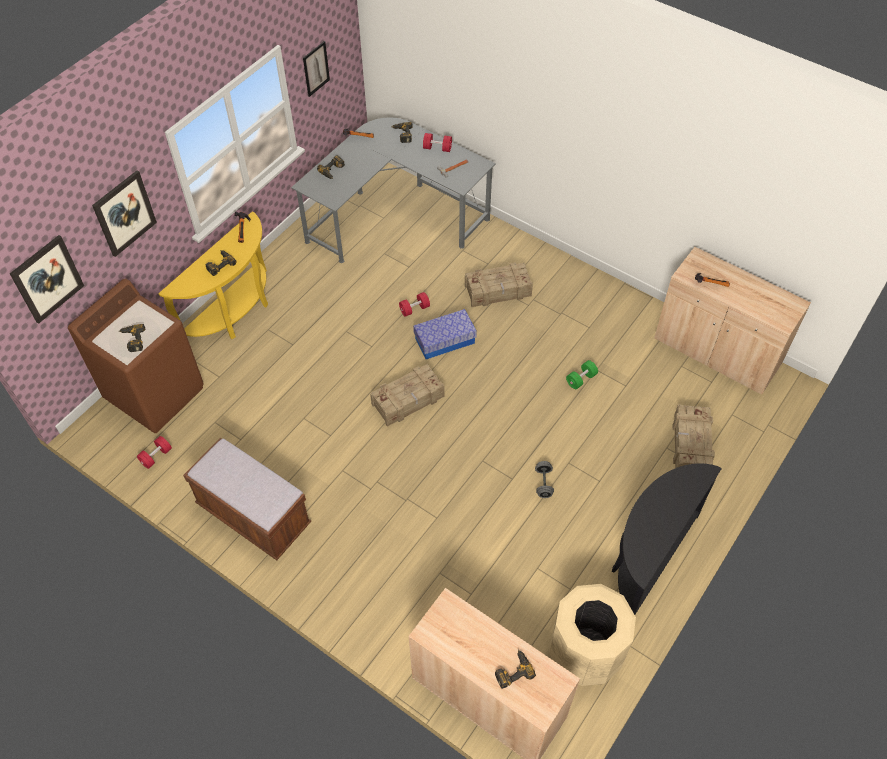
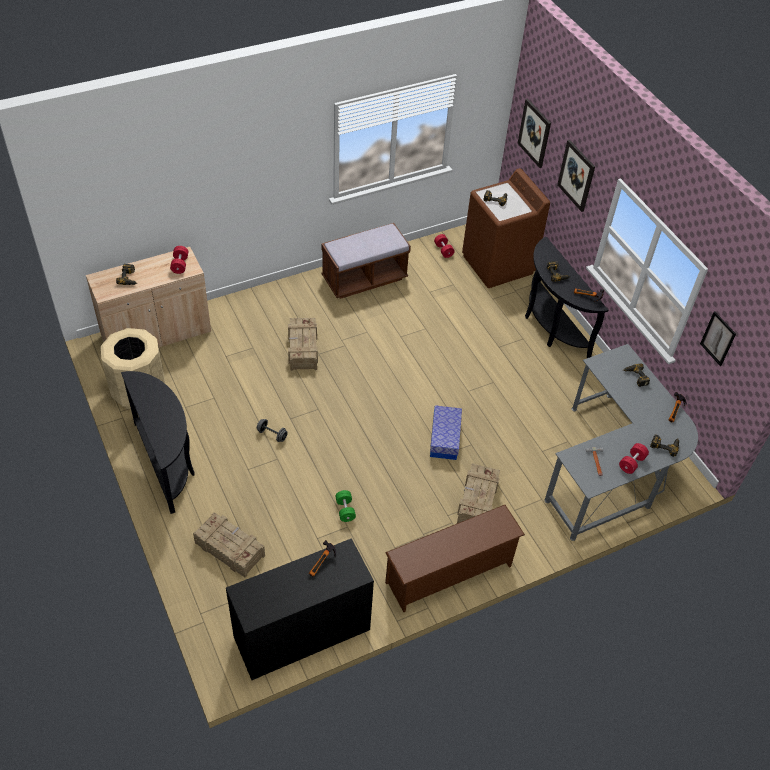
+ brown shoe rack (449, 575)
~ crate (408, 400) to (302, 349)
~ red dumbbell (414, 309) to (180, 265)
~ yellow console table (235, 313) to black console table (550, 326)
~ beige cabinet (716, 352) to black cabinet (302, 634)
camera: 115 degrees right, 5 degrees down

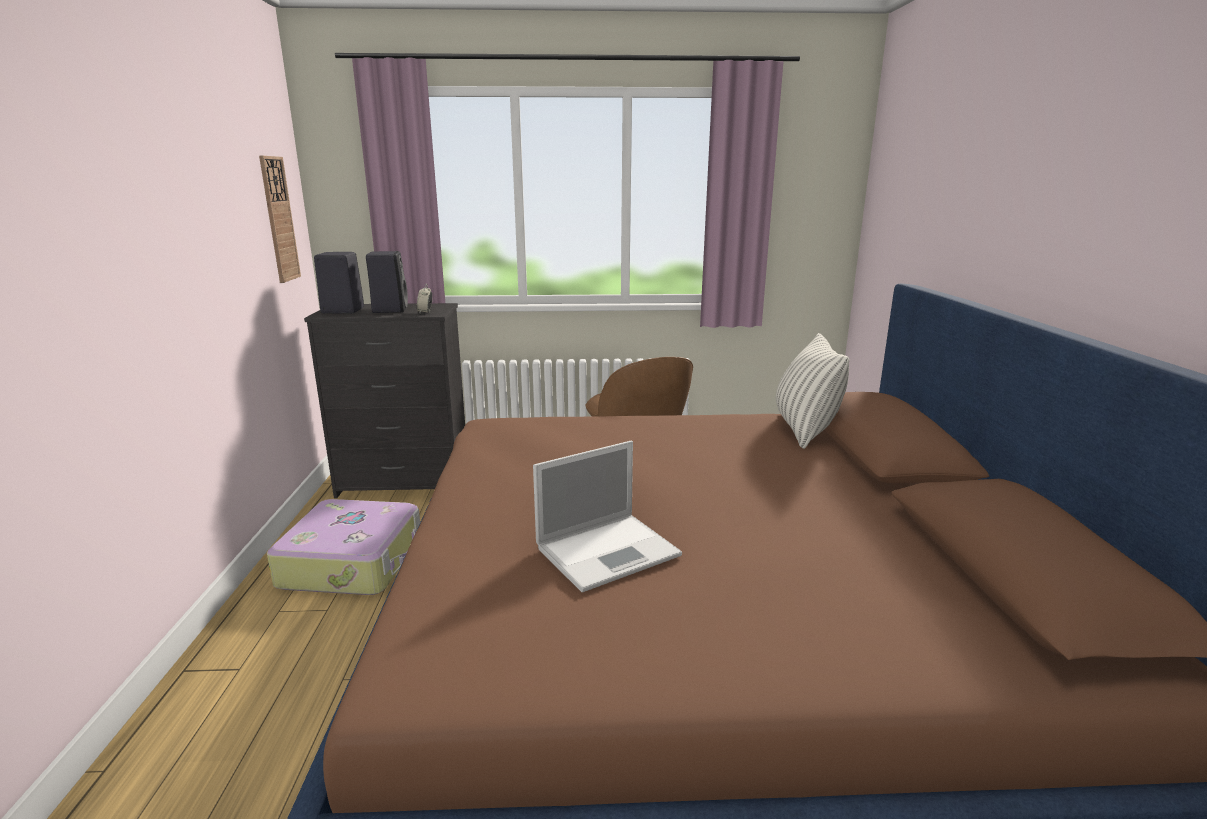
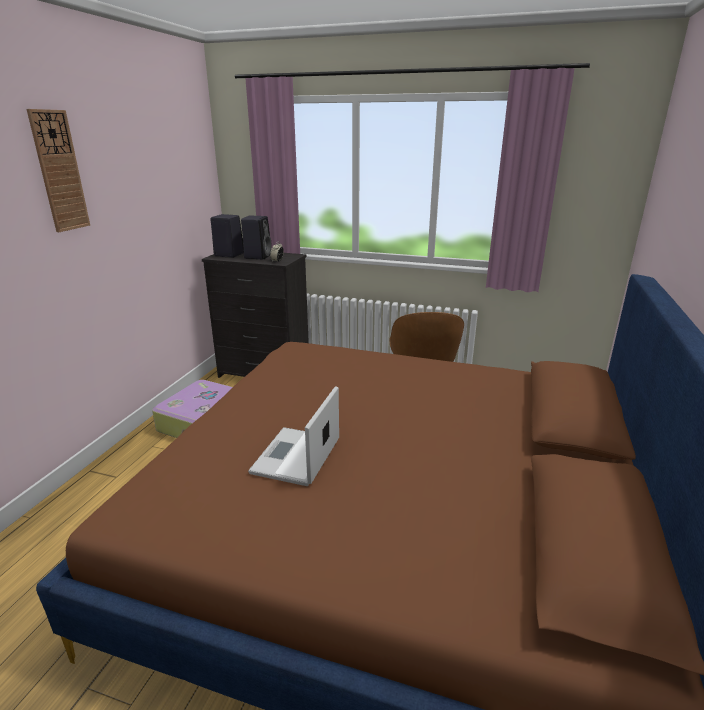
- pillow (804, 430)
~ wall clock (279, 219) to (59, 171)
~ laptop (610, 550) = (296, 457) 120 degrees clockwise
camera: 20 degrees right, 5 degrees up

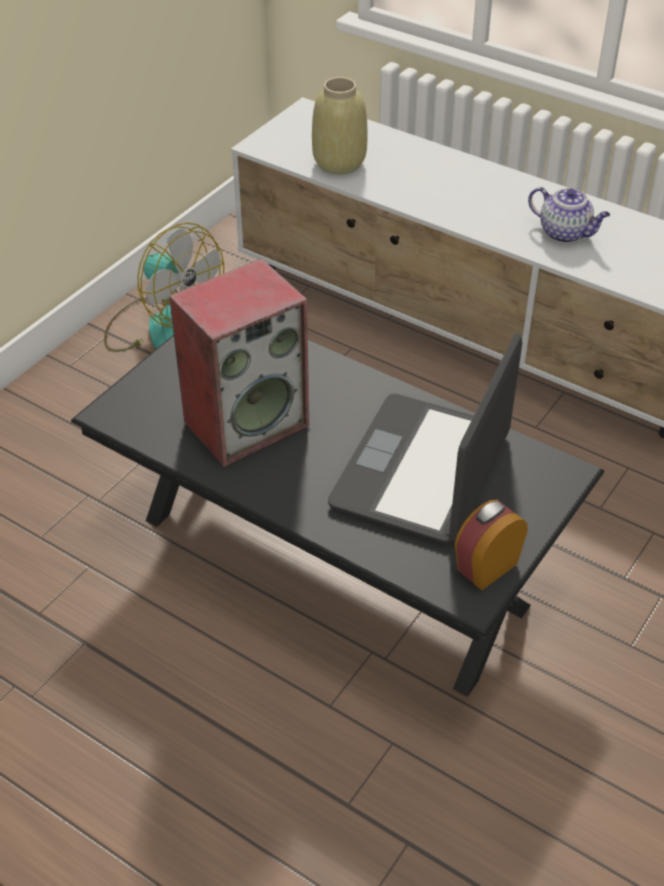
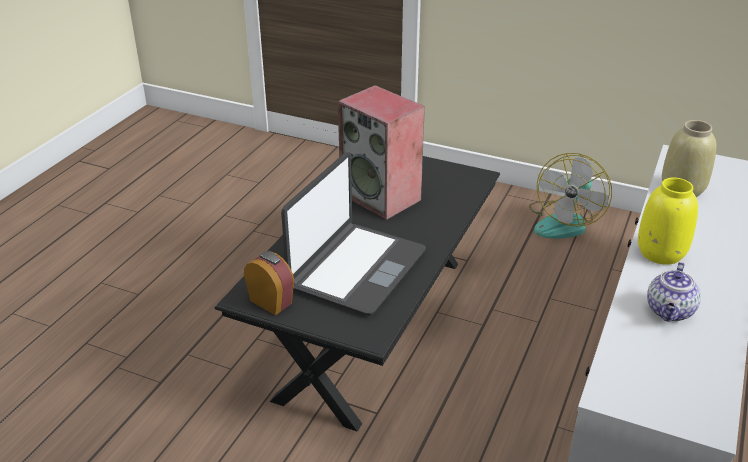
+ yellow vase (661, 252)
~ laptop (423, 470) = (356, 269) 105 degrees clockwise
camera: 80 degrees right, 10 degrees down

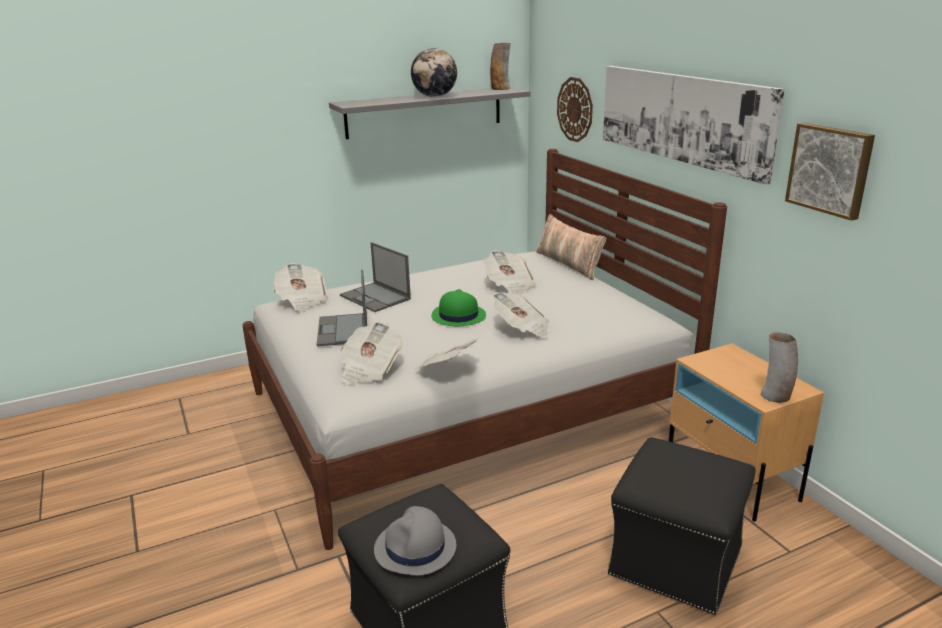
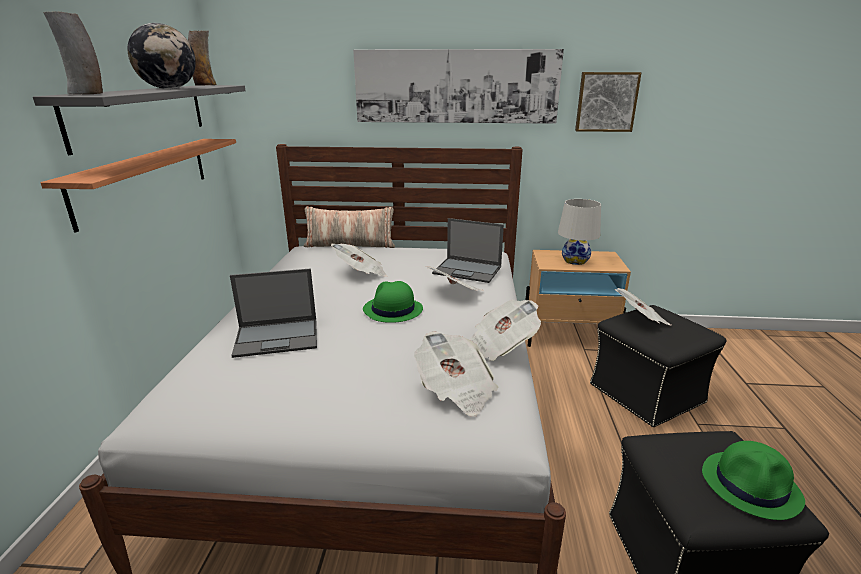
- wall clock (575, 109)
+ shelf (145, 178)
+ white table lamp (575, 261)
~ newspaper (302, 300) to (640, 320)
~ laptop (343, 330) to (468, 270)
~ vase (775, 396) to (86, 93)
~ grey hat (415, 548) to green hat (751, 485)
camera: 60 degrees left, 0 degrees up

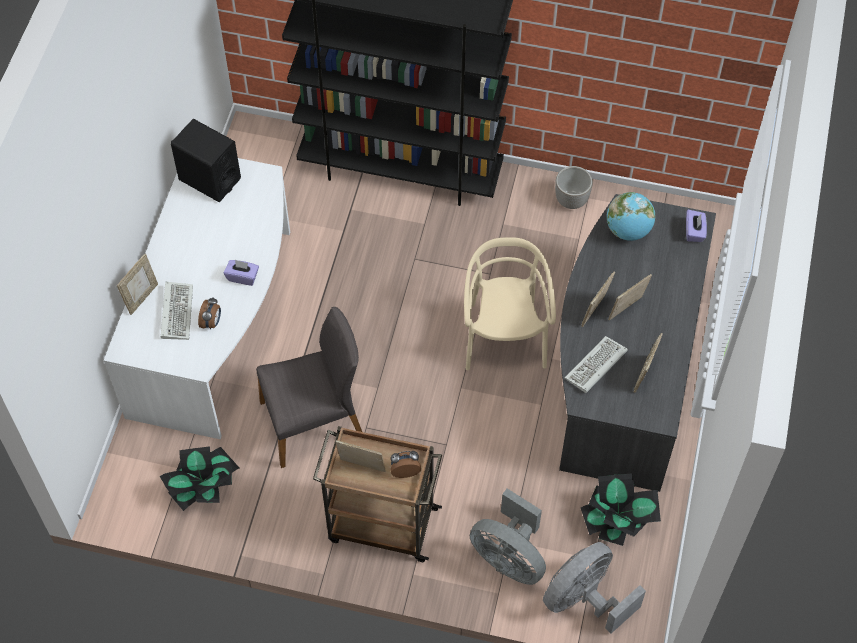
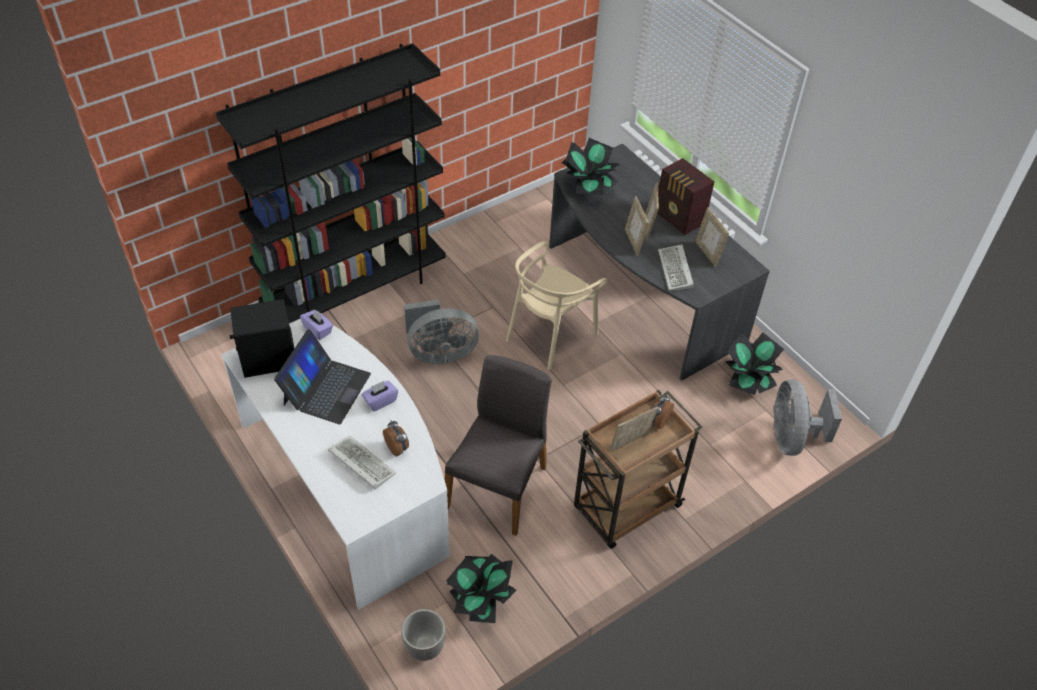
- picture frame (141, 297)
+ laptop (326, 389)
+ radio (679, 219)
~ grey fan (509, 557) to (439, 353)
~ planter (571, 200) to (424, 647)
~ purple tissue box (694, 232) to (318, 330)
~ globe (628, 230) to potted plant (589, 186)
~ beige chair (504, 337) = (550, 335) 90 degrees counterclockwise
camera: 50 degrees left, 10 degrees down

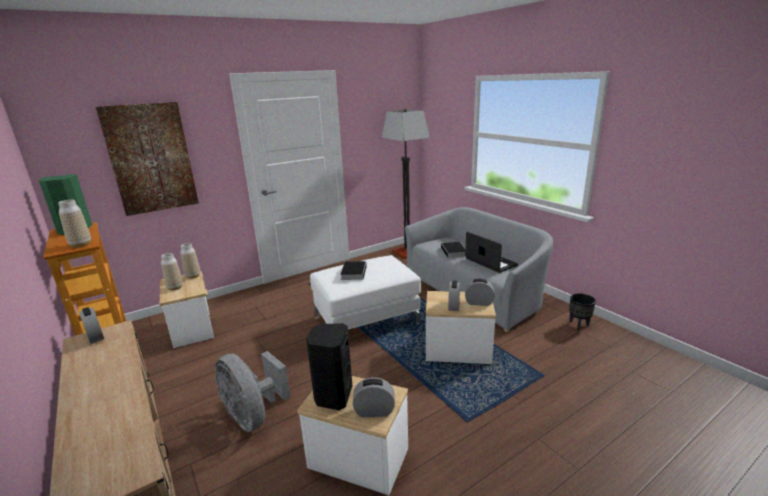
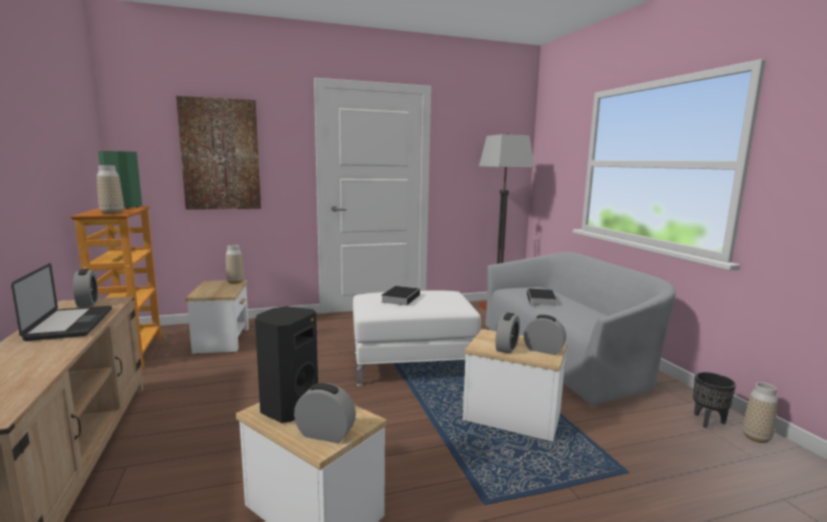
- grey fan (253, 415)
~ vase (175, 287) to (756, 437)
~ laptop (490, 262) to (70, 324)
camera: 15 degrees right, 10 degrees down

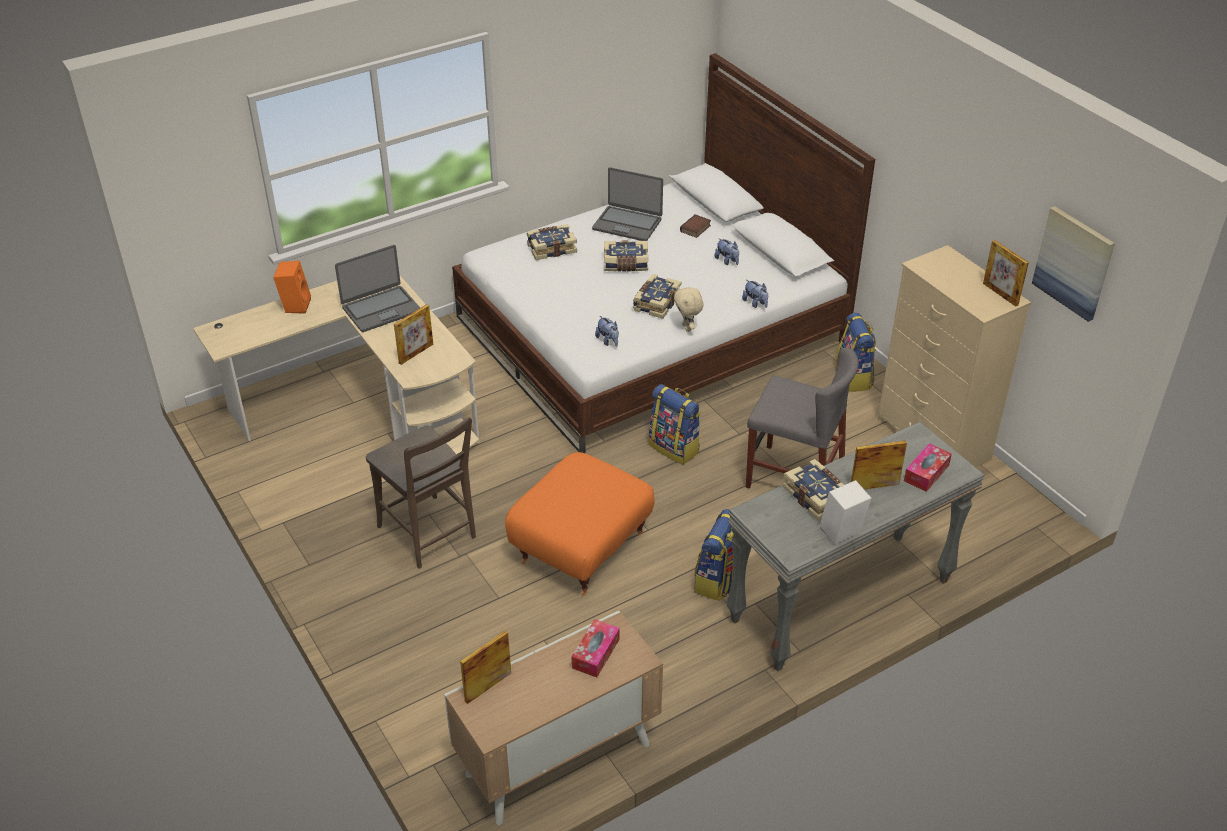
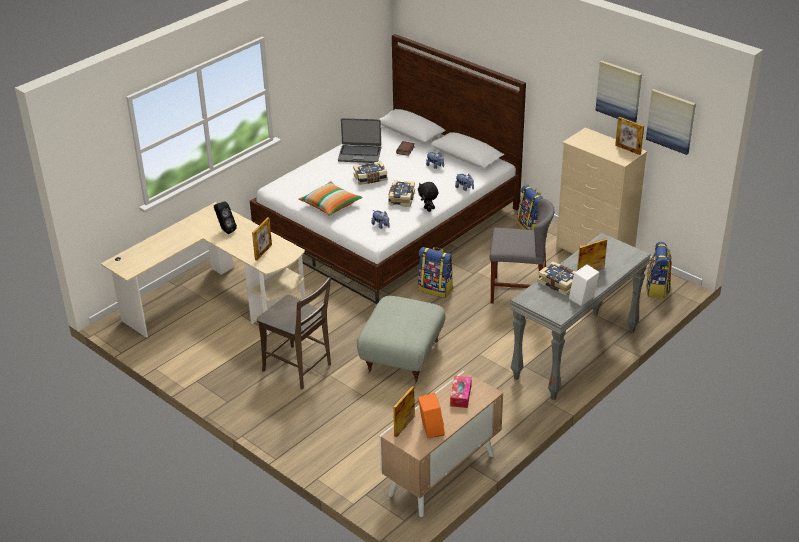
- book (551, 248)
- tissue box (926, 473)
+ pillow (330, 205)
+ picture (619, 92)
~ orange speaker (295, 305) to (430, 429)
~ backpack (717, 581) to (657, 288)
~ laptop (381, 309) to black speaker (225, 230)
~ orange ottoman (581, 547) to grey ottoman (401, 356)
~ beige plush toy (687, 328) to black plush toy (428, 209)
camera: 15 degrees left, 5 degrees down

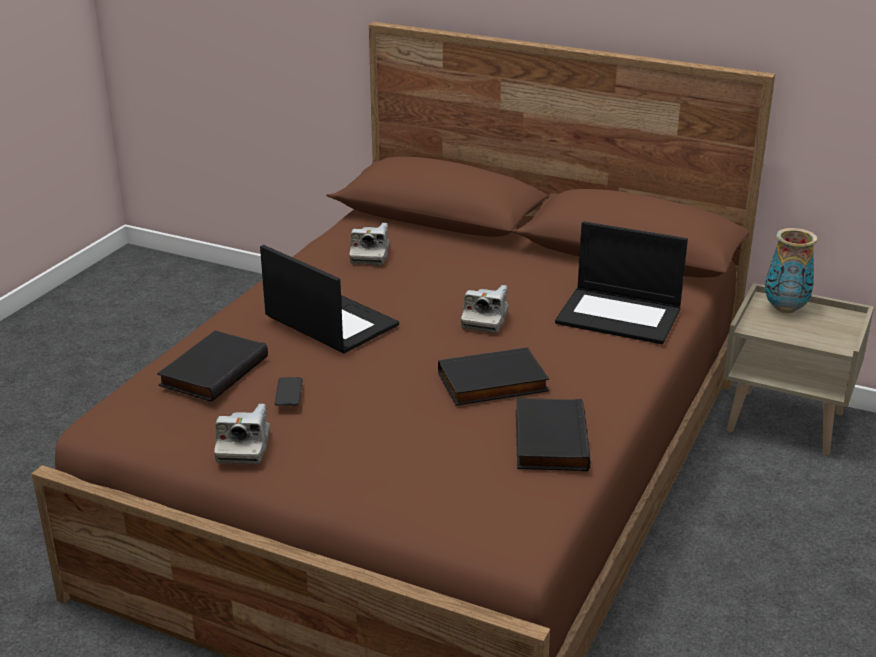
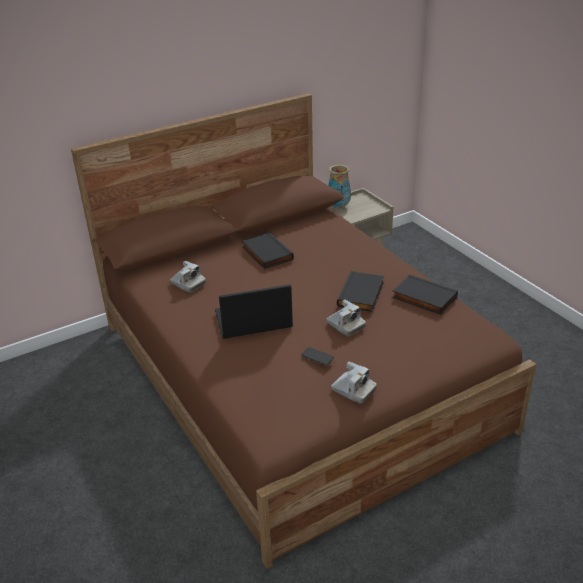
- laptop (620, 316)
~ black book (212, 370) to (266, 253)
~ photo camera (485, 320) to (345, 325)
camera: 55 degrees left, 5 degrees up

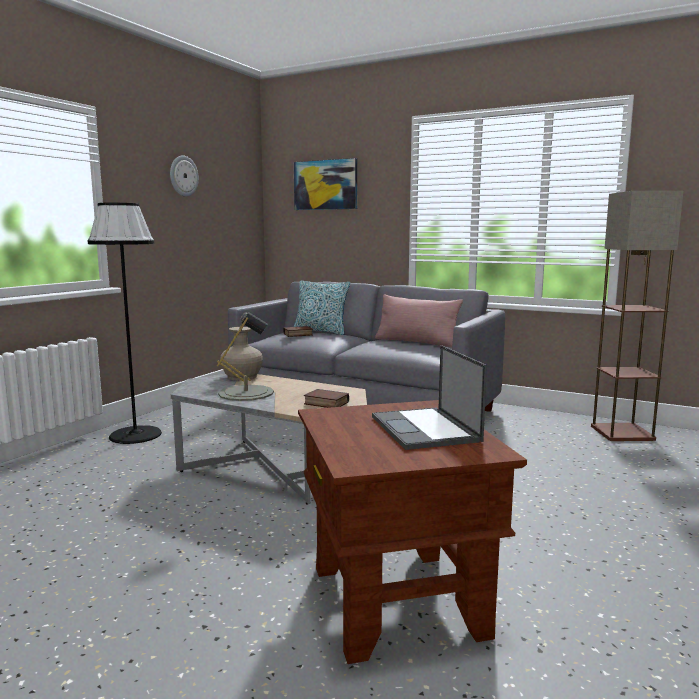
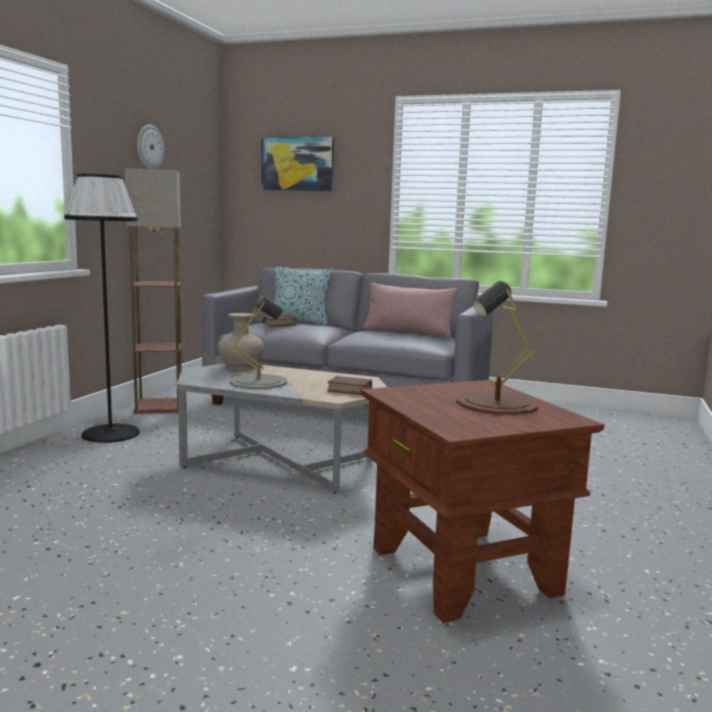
~ floor lamp (622, 432) to (160, 406)
~ laptop (425, 429) to brown table lamp (497, 403)
camera: 10 degrees left, 0 degrees up

